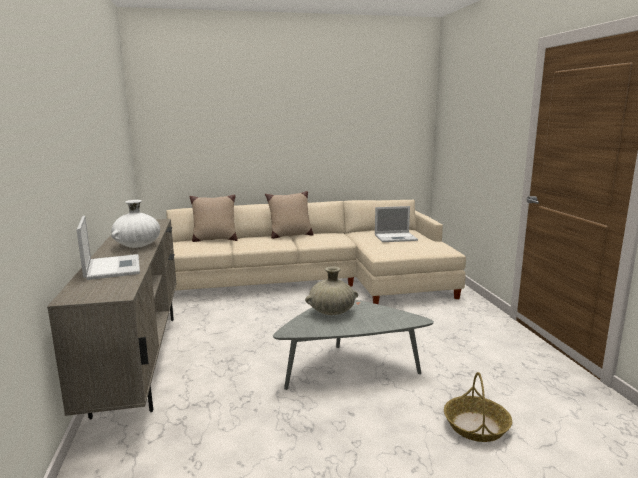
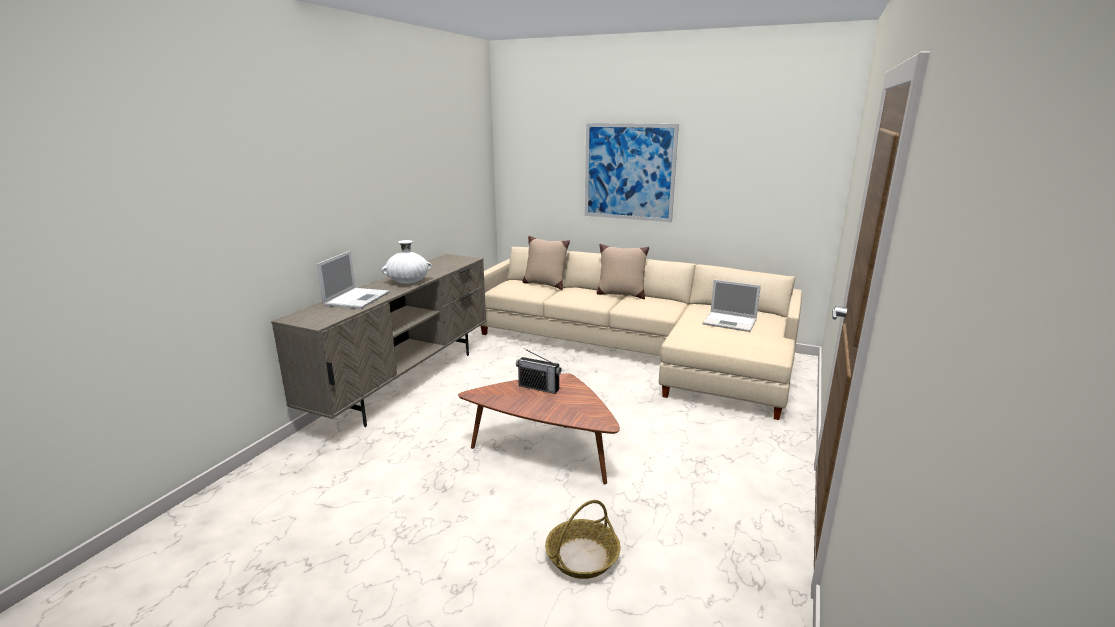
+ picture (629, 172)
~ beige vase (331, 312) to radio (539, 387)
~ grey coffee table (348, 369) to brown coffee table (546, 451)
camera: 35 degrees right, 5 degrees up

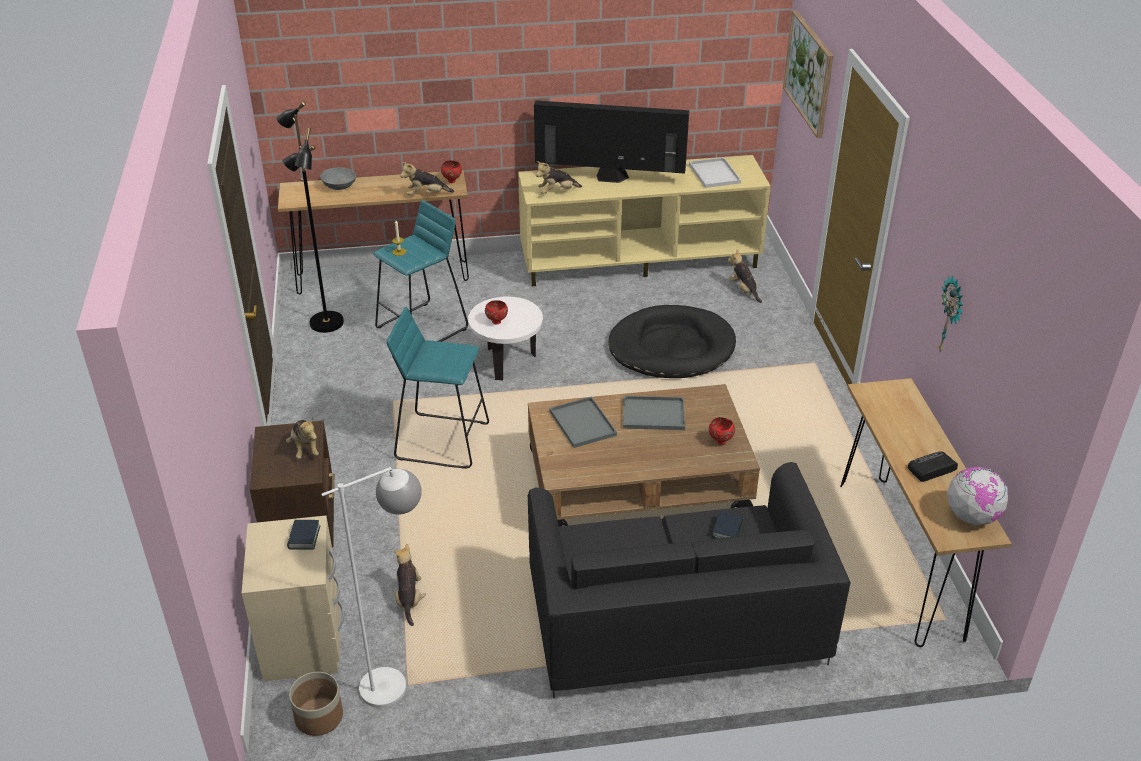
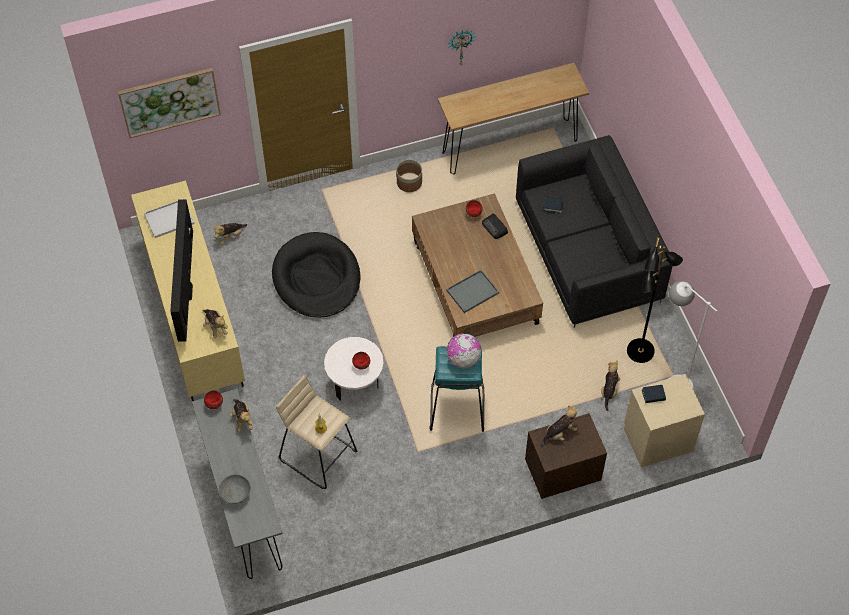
- grey tray (652, 414)
~ black floor lamp (325, 323) to (641, 352)
~ planter (319, 717) to (409, 182)
~ radio (931, 469) to (495, 228)
~ globe (971, 516) to (463, 359)
~ brown console table (383, 277) to grey console table (245, 506)
~ turquoise stool (423, 328) to beige stool (318, 454)
~ plush toy (409, 599) = (609, 391) 120 degrees clockwise
camera: 100 degrees left, 20 degrees up

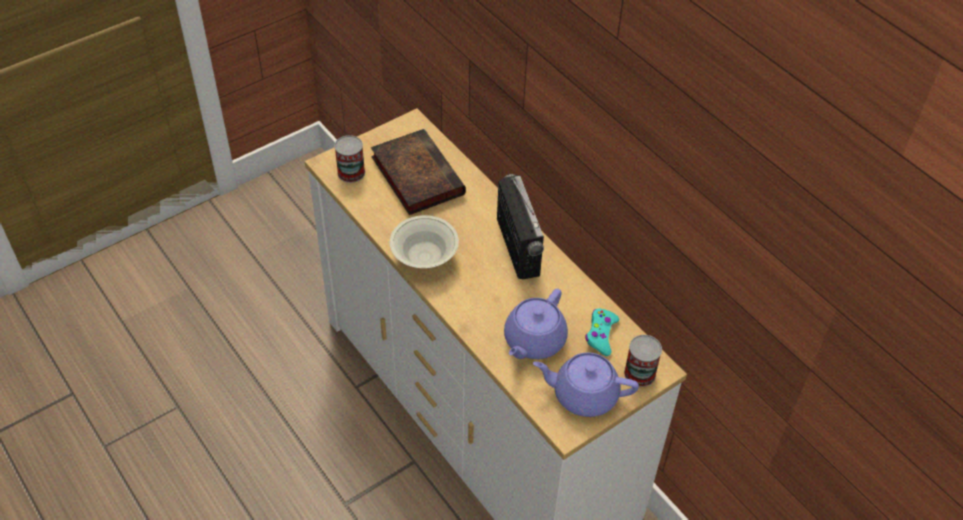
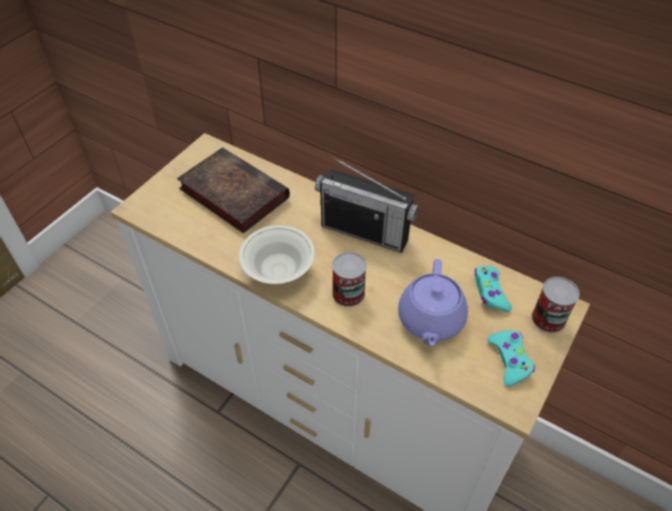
~ can (351, 172) to (348, 293)
~ purple teapot (583, 394) to turquoise game controller (510, 360)
~ radio (518, 247) = (365, 232) 150 degrees clockwise
camera: 20 degrees left, 0 degrees up

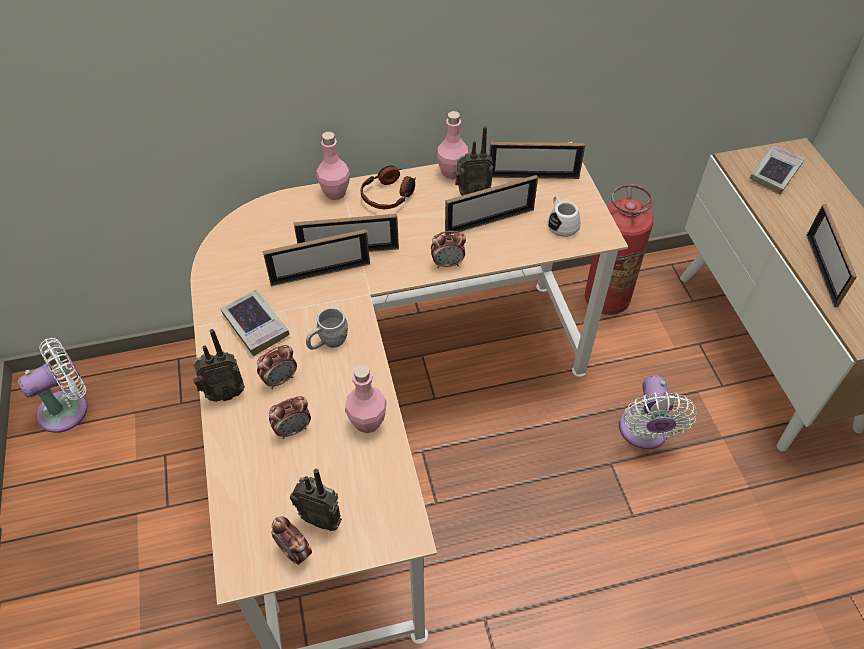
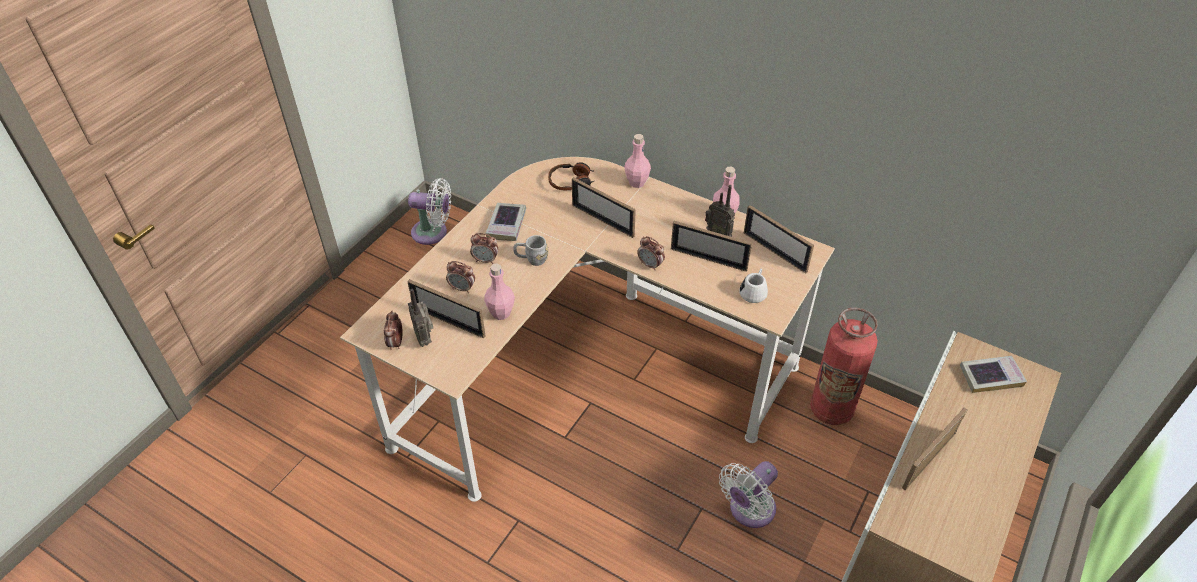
- radio (224, 393)
~ picture frame (320, 273) to (448, 321)
~ headphones (389, 194) to (571, 182)
camera: 45 degrees right, 5 degrees down

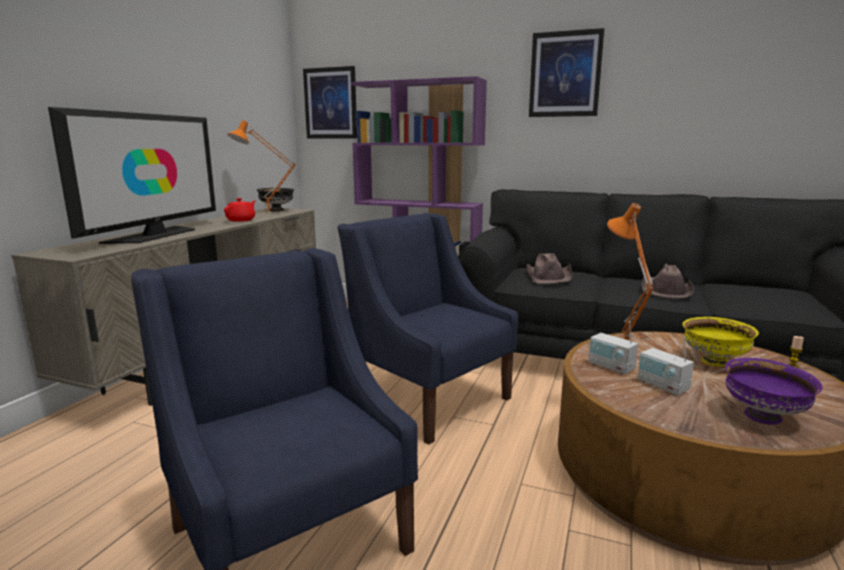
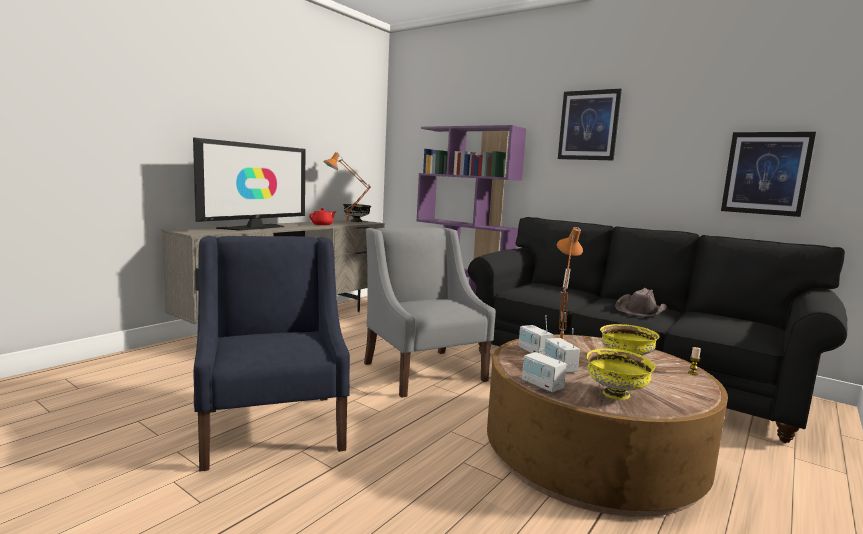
- brown hat (549, 277)
+ radio (542, 385)
~ picture (330, 103) to (766, 173)
~ blue armchair (429, 398) to grey armchair (424, 371)
~ purple bowl (764, 417) to yellow bowl (616, 395)
camera: 15 degrees right, 5 degrees down

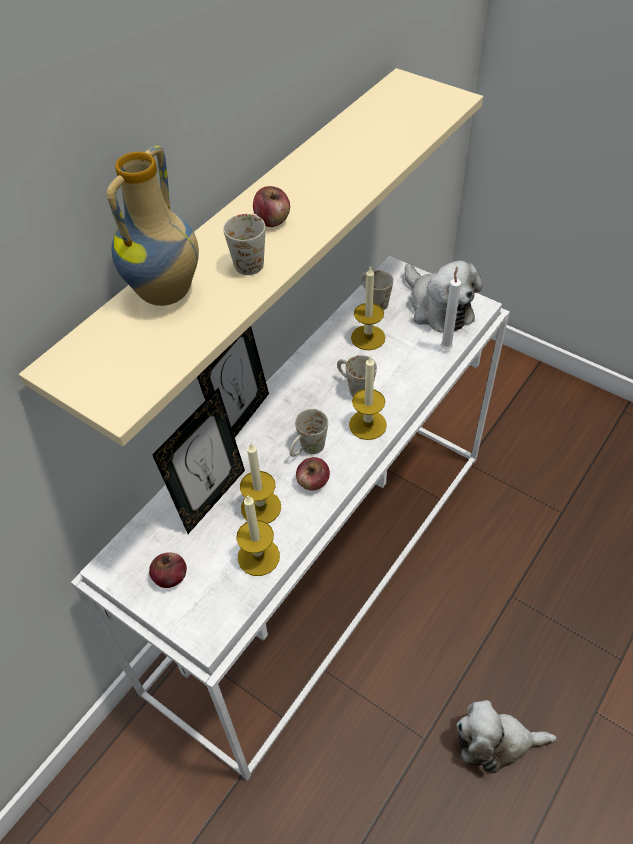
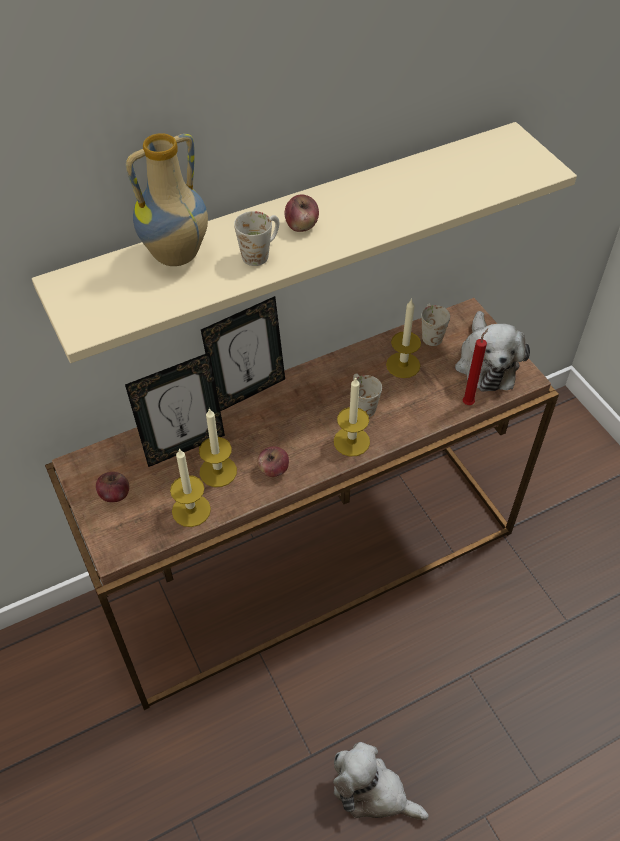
- white mug (307, 450)
~ white console table (322, 563) to brown console table (311, 561)
~ white candle (446, 347) to red candle (469, 402)
camera: 25 degrees right, 0 degrees up

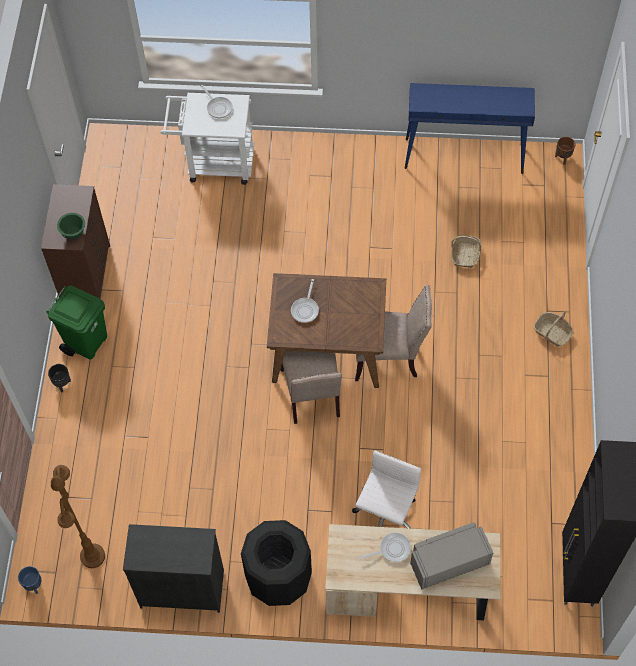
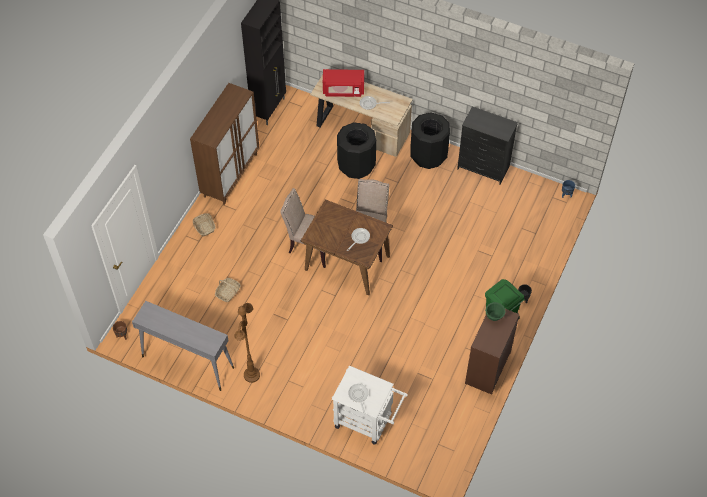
+ brown cabinet (230, 175)
~ brown floor lamp (92, 556) to (252, 375)
~ white office chair (385, 515) to black trash can (356, 166)
~ blue console table (464, 156) to grey console table (187, 362)
~ grey microwave (448, 562) to red microwave (343, 90)
camera: 160 degrees left, 5 degrees down

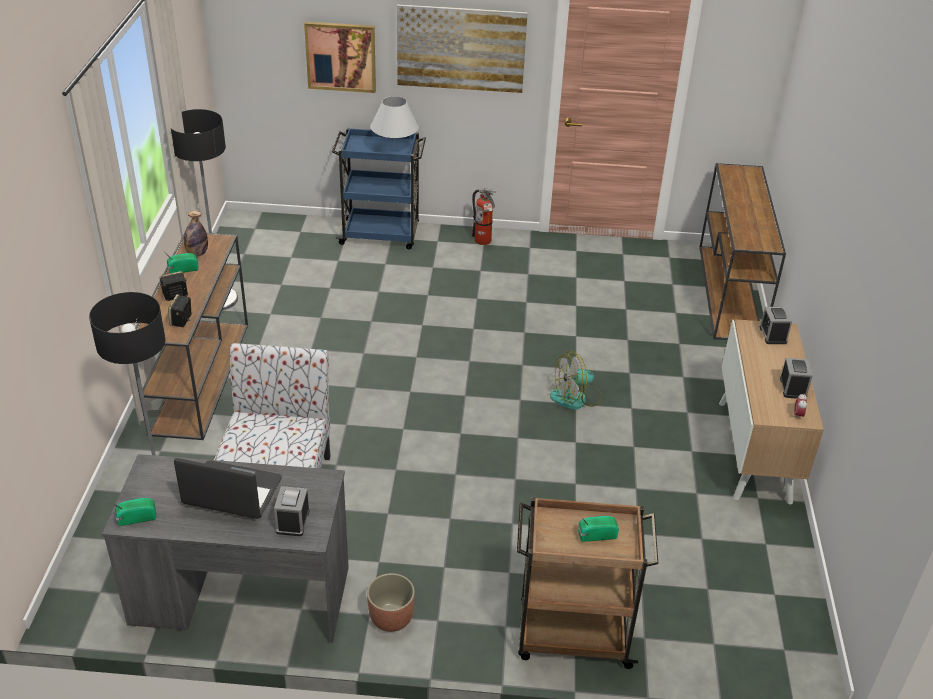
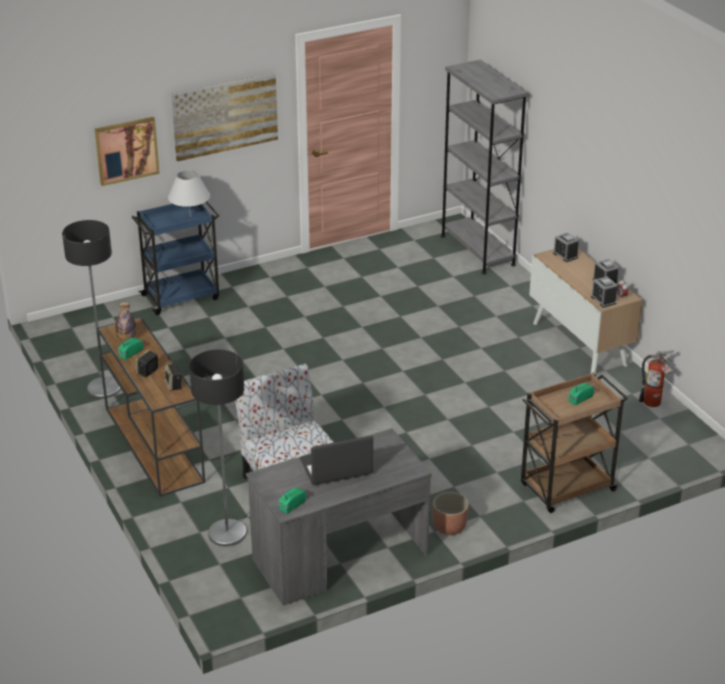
- fan (576, 398)
~ alarm clock (293, 521) to (603, 300)
~ fire extinguisher (483, 242) to (654, 403)
~ brown console table (730, 293) to grey bookcase (477, 250)
camera: 30 degrees left, 5 degrees down

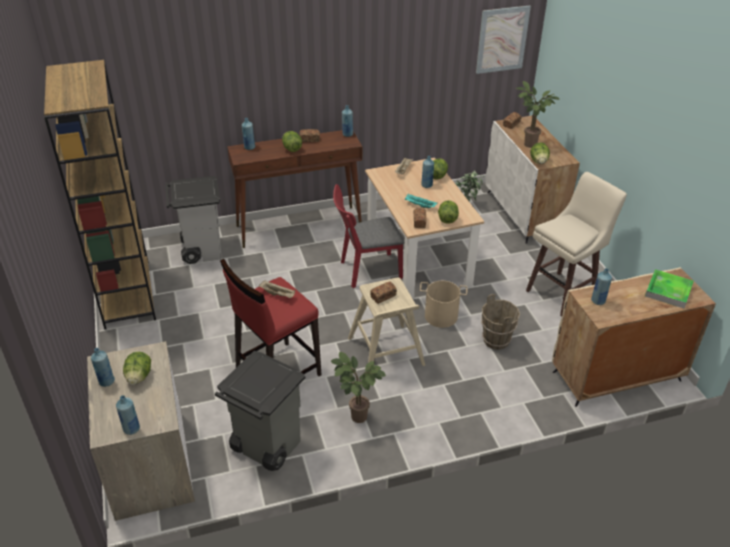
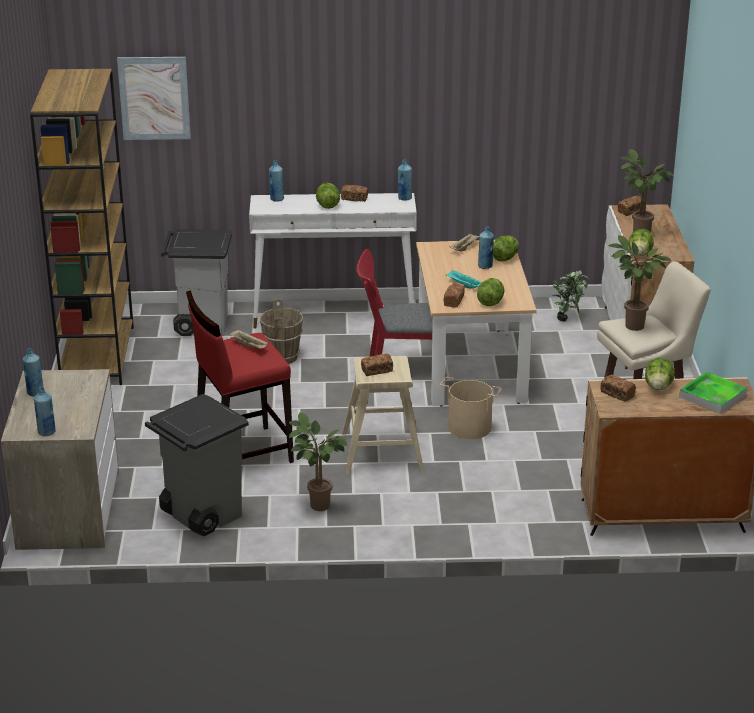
+ potted plant (631, 327)
~ lettuce (139, 377) to (658, 387)
~ picture (502, 39) to (154, 98)
~ brown bucket (496, 340) to (283, 357)
~ blue bottle (598, 301) to bread (617, 394)
~ brown console table (300, 226) to white console table (334, 315)
camera: 15 degrees right, 10 degrees down

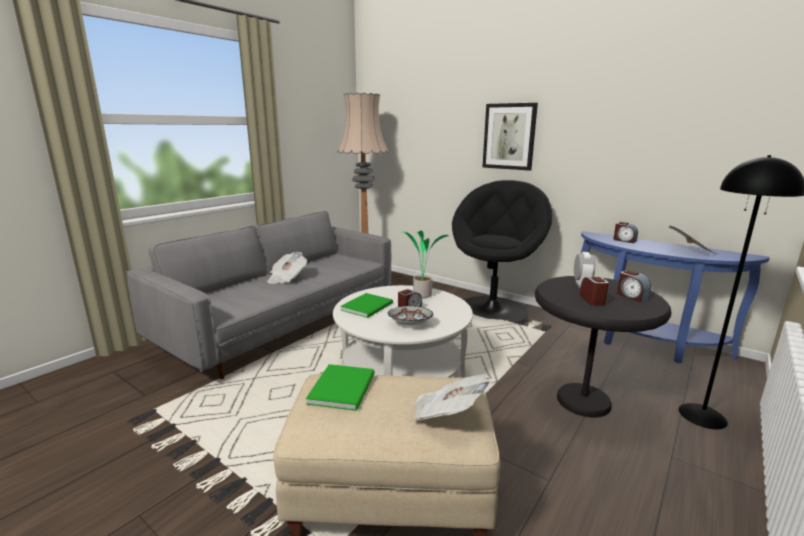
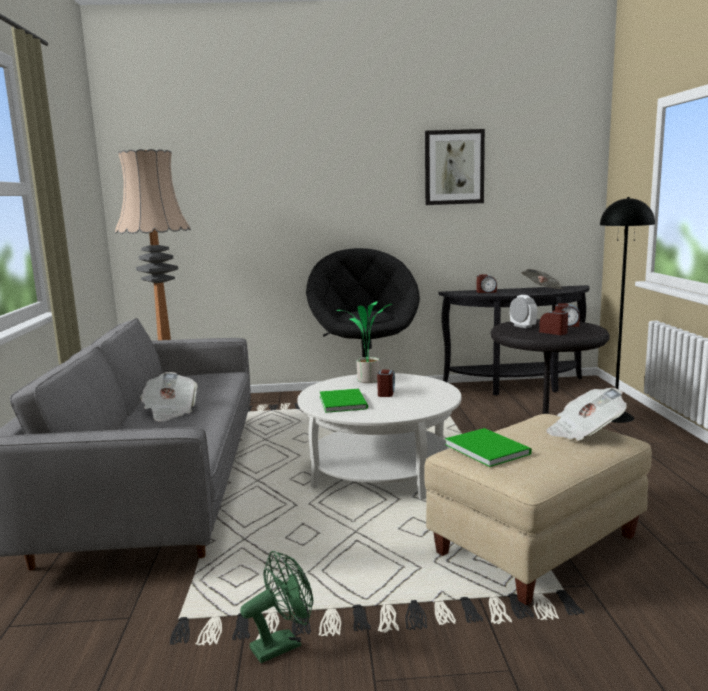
- bowl (410, 324)
+ green fan (282, 644)
~ picture (509, 136) to (454, 167)
~ blue console table (644, 343) to black console table (517, 387)
camera: 40 degrees left, 5 degrees down

